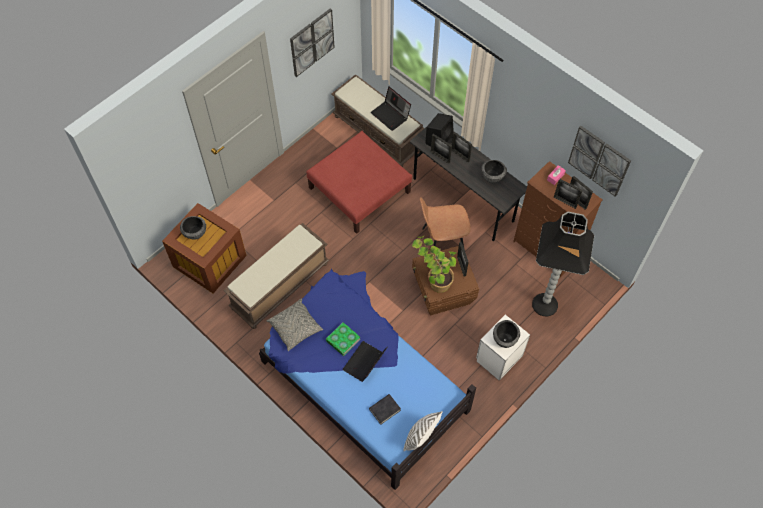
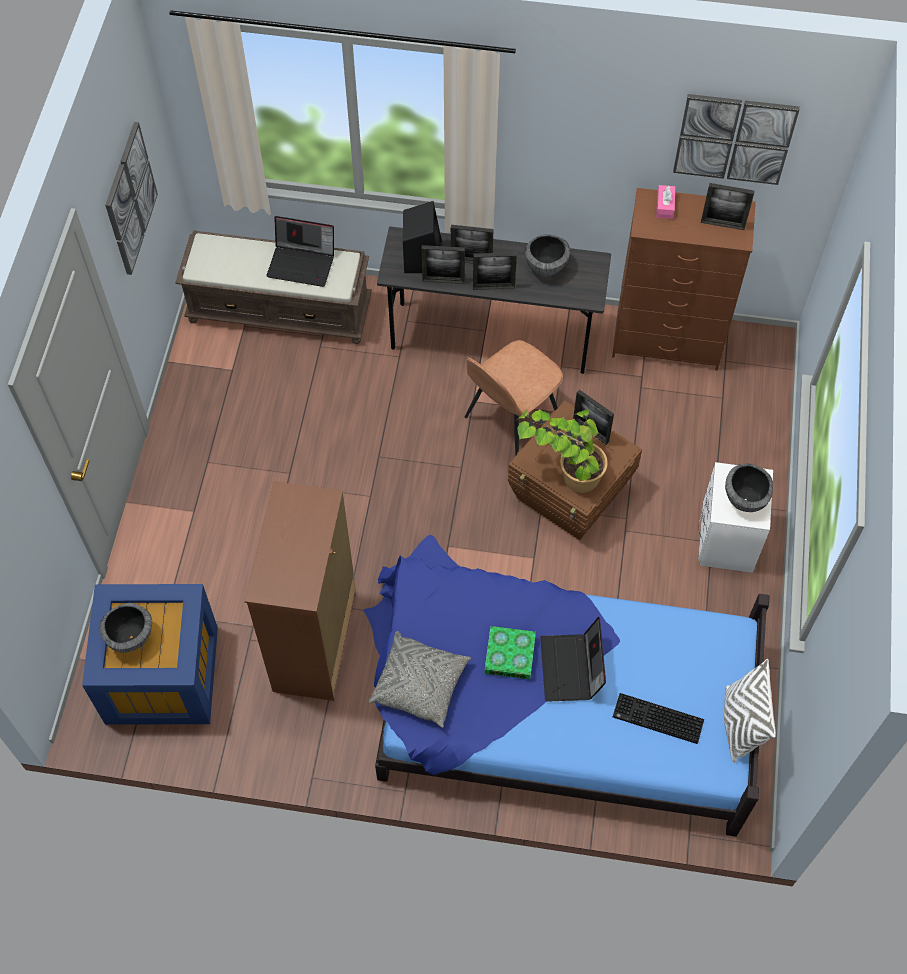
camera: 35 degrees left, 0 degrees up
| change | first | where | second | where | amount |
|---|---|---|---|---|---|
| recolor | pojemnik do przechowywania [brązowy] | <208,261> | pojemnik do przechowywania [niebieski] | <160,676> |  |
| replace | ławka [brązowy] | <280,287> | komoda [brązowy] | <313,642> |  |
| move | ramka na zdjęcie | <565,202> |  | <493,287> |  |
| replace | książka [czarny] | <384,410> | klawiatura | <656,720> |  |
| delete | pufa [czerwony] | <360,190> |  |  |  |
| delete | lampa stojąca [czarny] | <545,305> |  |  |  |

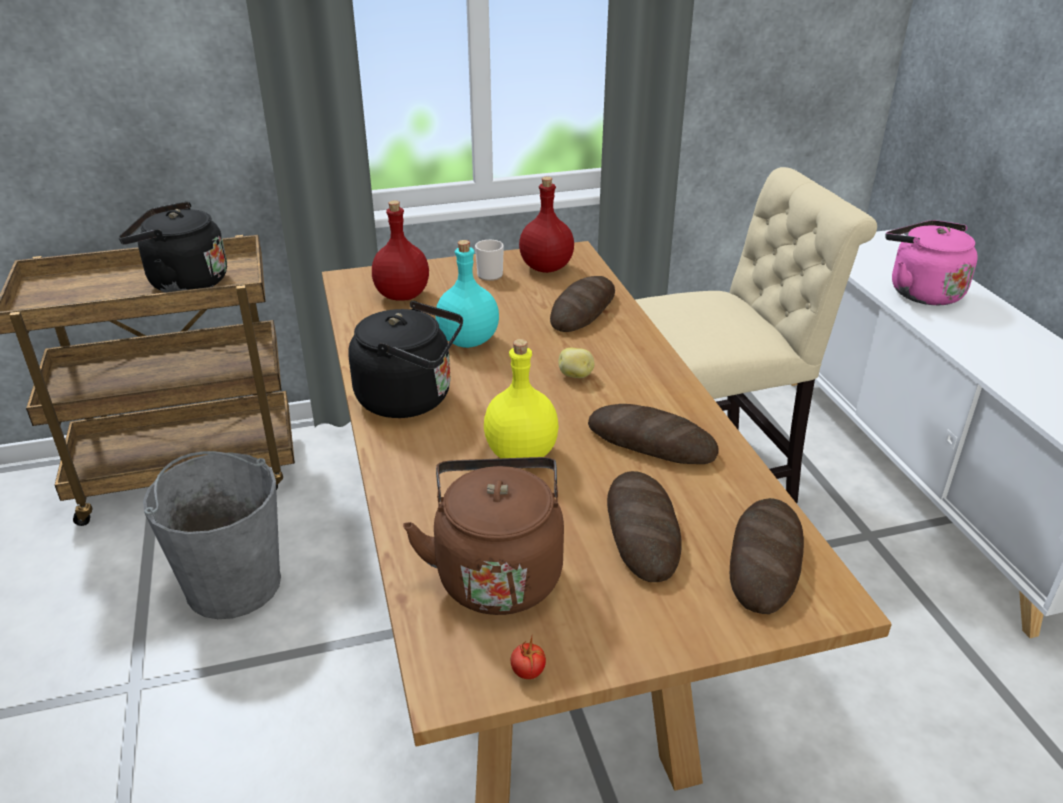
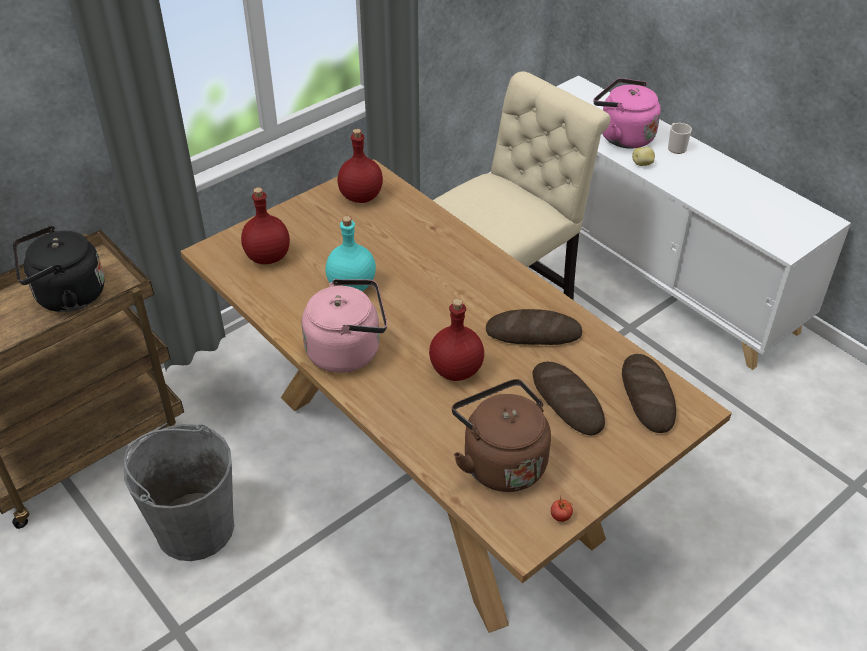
camera: 25 degrees left, 10 degrees up
| change | first | where | second | where | amount |
|---|---|---|---|---|---|
| recolor | czajnik [czarny] | <411,398> | czajnik [różowy] | <348,350> |  |
| recolor | butelka [żółty] | <521,452> | butelka [czerwony] | <456,369> |  |
| move | ziemniak | <576,375> |  | <642,164> |  |
| move | kubek | <490,273> |  | <675,147> |  |
| delete | chleb | <582,310> |  |  |  |

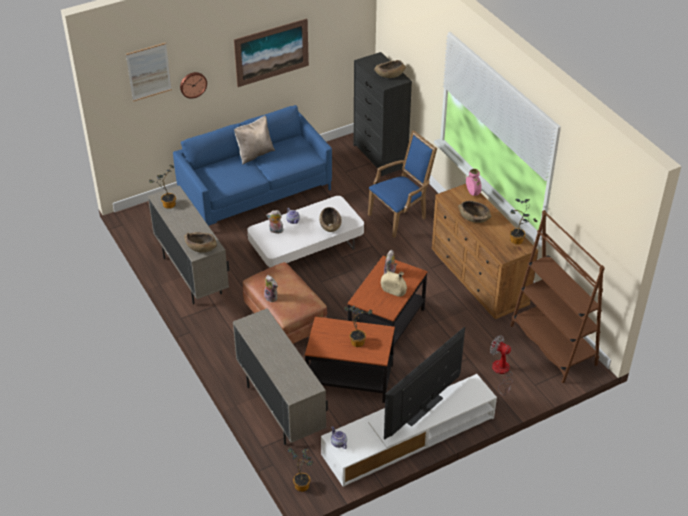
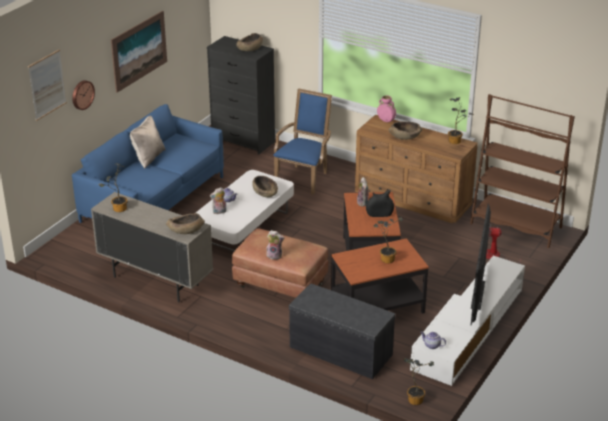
camera: 30 degrees left, 10 degrees down
| change | first | where | second | where | amount |
|---|---|---|---|---|---|
| replace | szafka [beżowy] | <280,408> | ławka [szary] | <339,351> |  |
| recolor | wazon [beżowy] | <393,291> | wazon [czarny] | <379,214> |  |

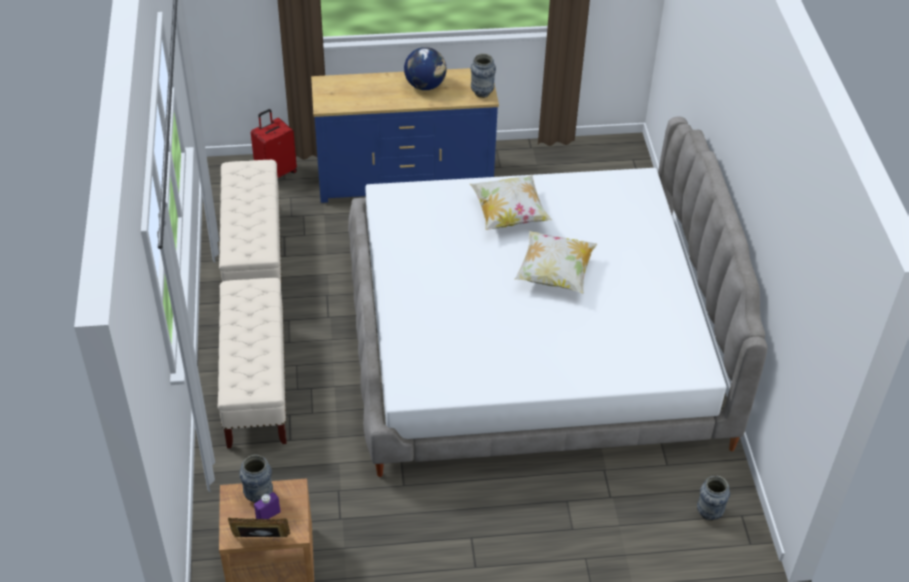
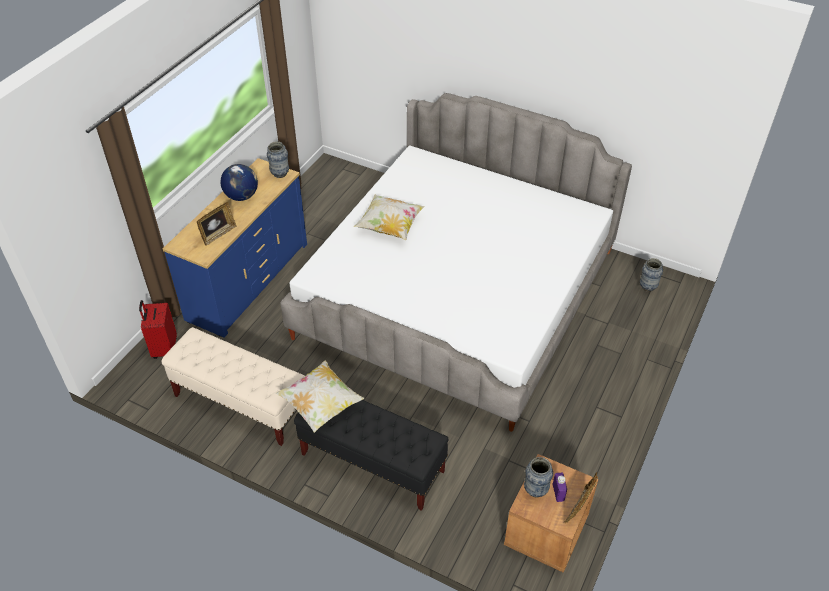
camera: 55 degrees left, 0 degrees up
| change | first | where | second | where | amount |
|---|---|---|---|---|---|
| insert |  |  | ramka na zdjęcie | <218,234> |  |
| move | poduszka | <554,274> |  | <321,405> |  |
| recolor | ławka [beżowy] | <256,384> | ławka [czarny] | <372,463> |  |

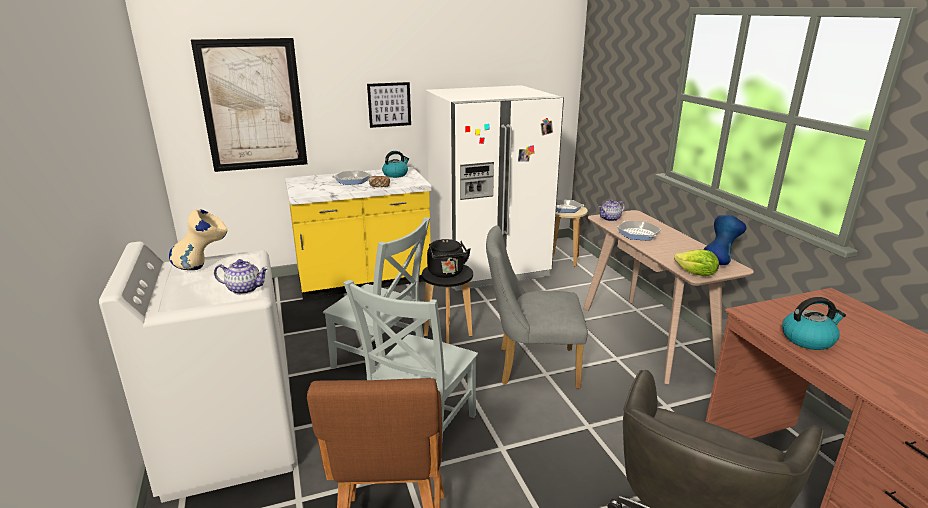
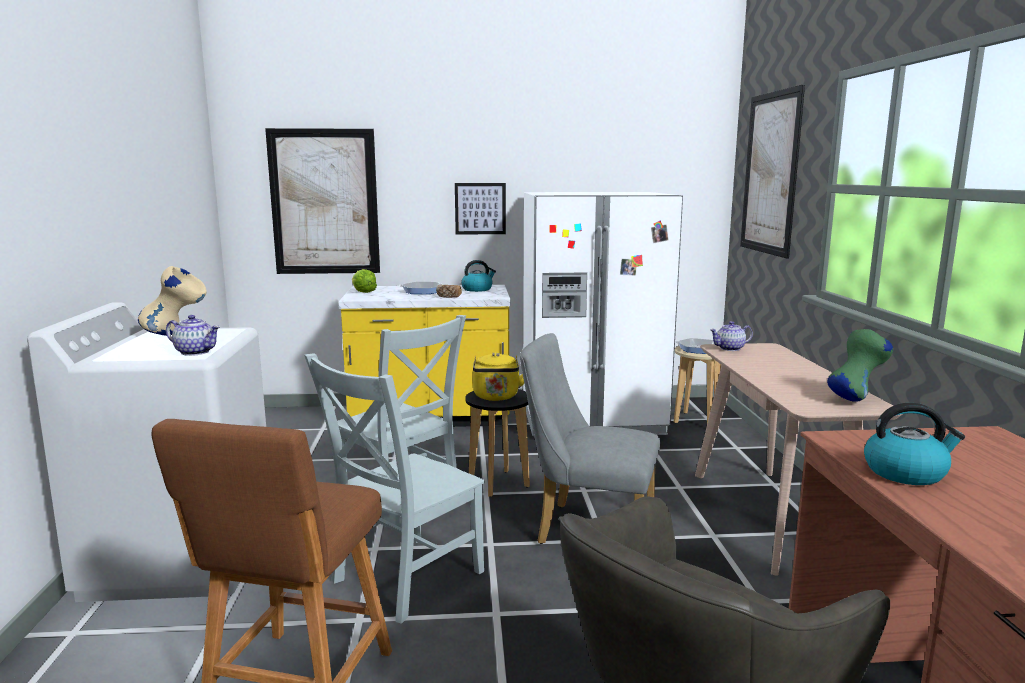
camera: 15 degrees right, 10 degrees down
| change | first | where | second | where | amount |
|---|---|---|---|---|---|
| move | sałata | <696,274> |  | <363,292> |  |
| recolor | czajnik [czarny] | <447,273> | czajnik [żółty] | <496,397> |  |
| insert |  |  | obraz | <770,173> |  |
| recolor | wazon [niebieski] | <719,262> | wazon [zielony] | <855,399> |  |
| delete | patelnia | <638,234> |  |  |  |

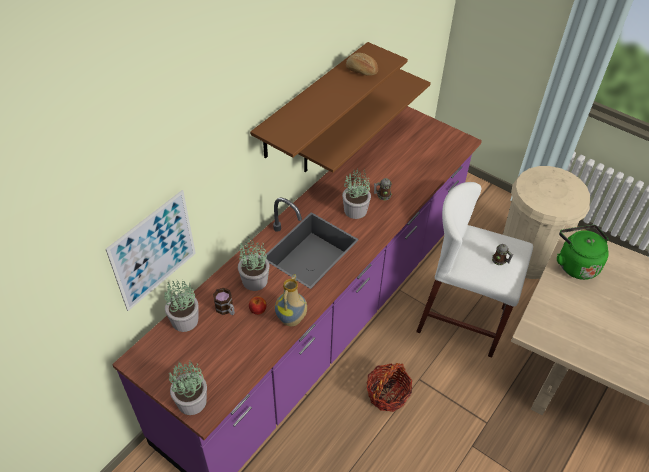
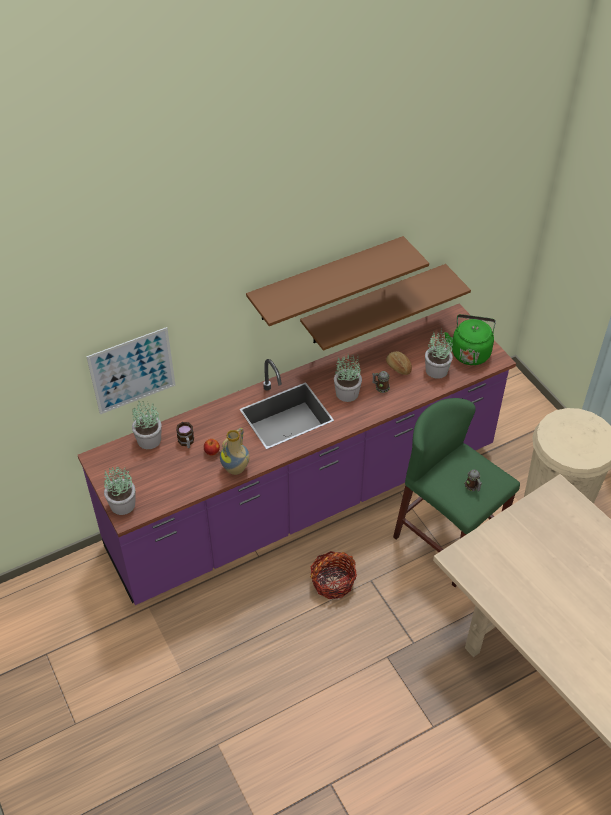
camera: 25 degrees right, 0 degrees up
| change | first | where | second | where | amount |
|---|---|---|---|---|---|
| move | chleb | <361,71> |  | <398,367> |  |
| recolor | stołek [biały] | <462,319> | stołek [zielony] | <446,541> |  |
| move | roślina doniczkowa | <254,280> |  | <436,370> |  |
| move | czajnik [zielony] | <575,264> |  | <470,352> |  |

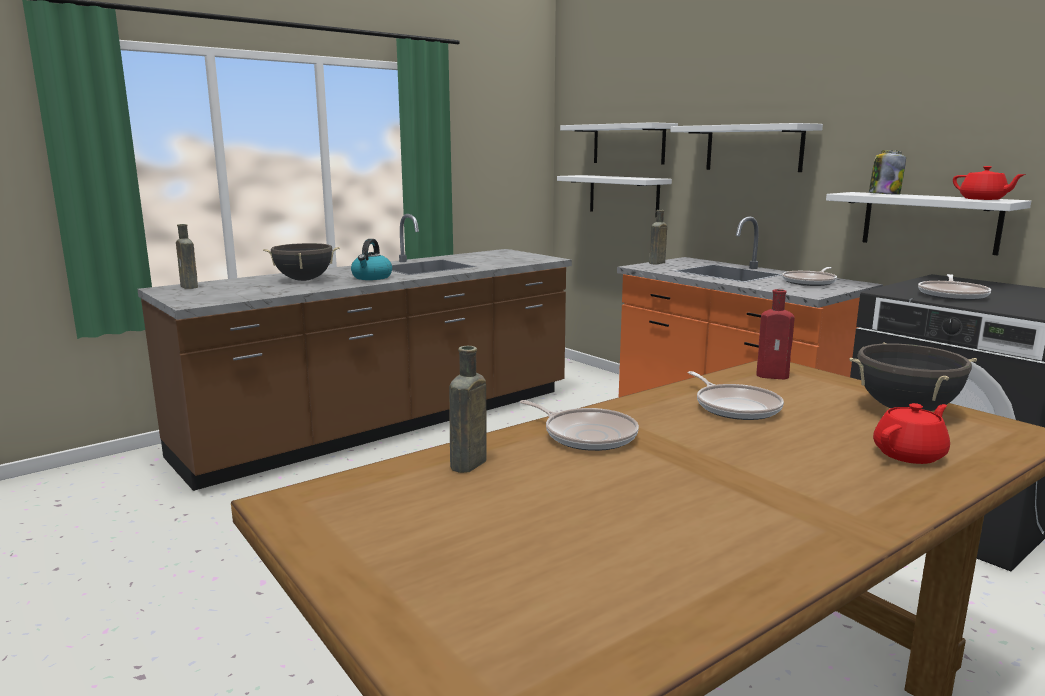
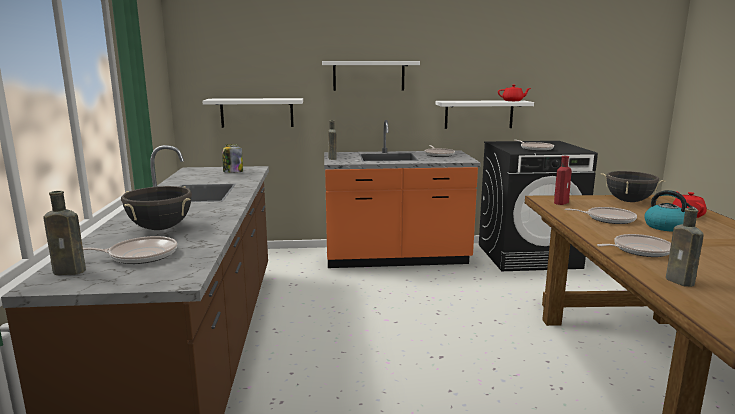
camera: 55 degrees left, 0 degrees up
| change | first | where | second | where | amount |
|---|---|---|---|---|---|
| insert |  |  | patelnia | <139,255> |  |
| move | słoik | <884,194> |  | <232,172> |  |
| move | czajnik | <372,277> |  | <666,227> |  |
| delete | półka [biały] | <628,144> |  |  |  |

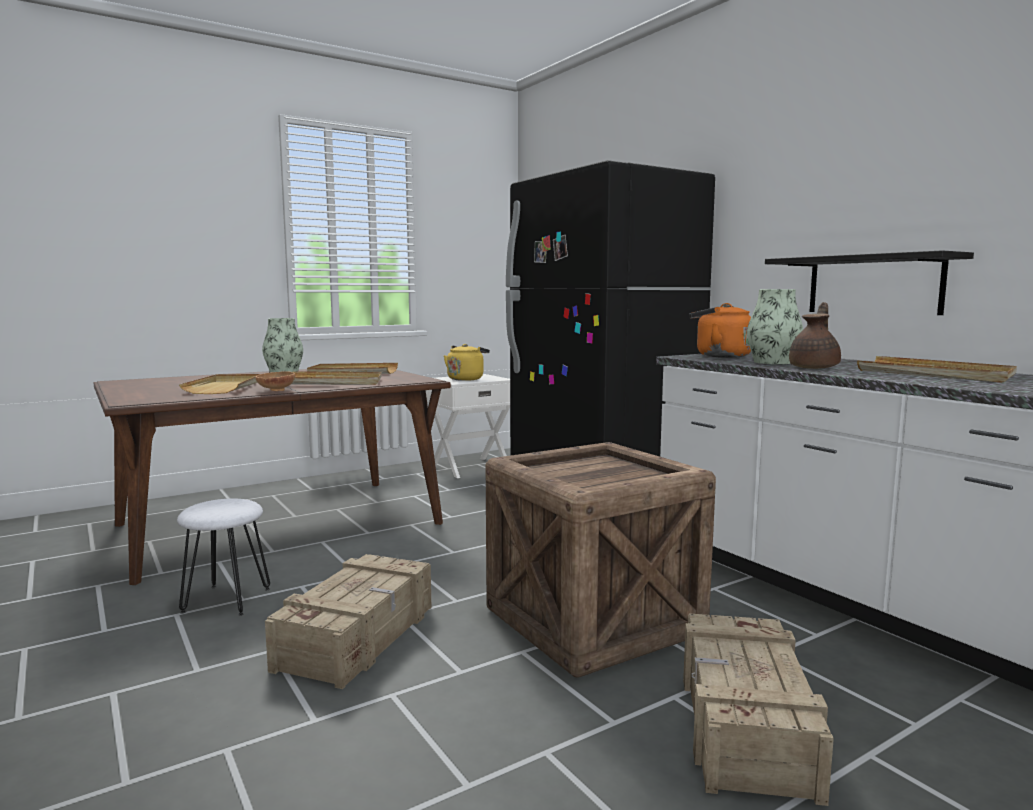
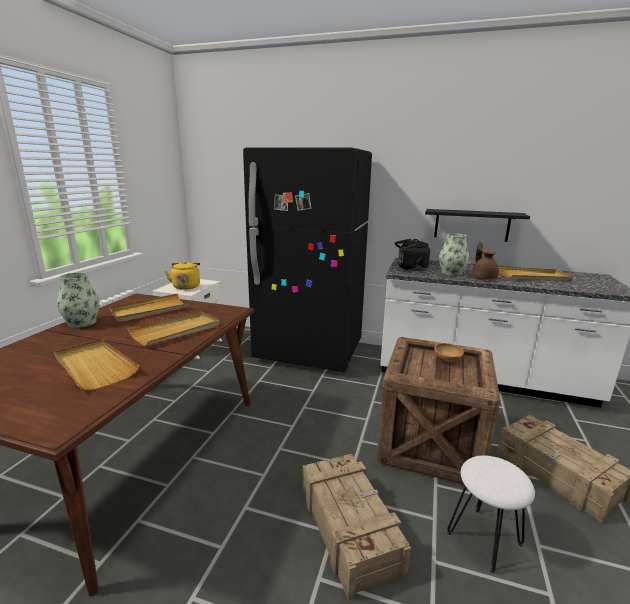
camera: 40 degrees left, 10 degrees up
| change | first | where | second | where | amount |
|---|---|---|---|---|---|
| recolor | czajnik [pomarańczowy] | <719,356> | czajnik [czarny] | <410,268> |  |
| move | miska [brązowy] | <275,390> |  | <447,360> |  |
| move | stołek [biały] | <226,600> |  | <485,539> |  |

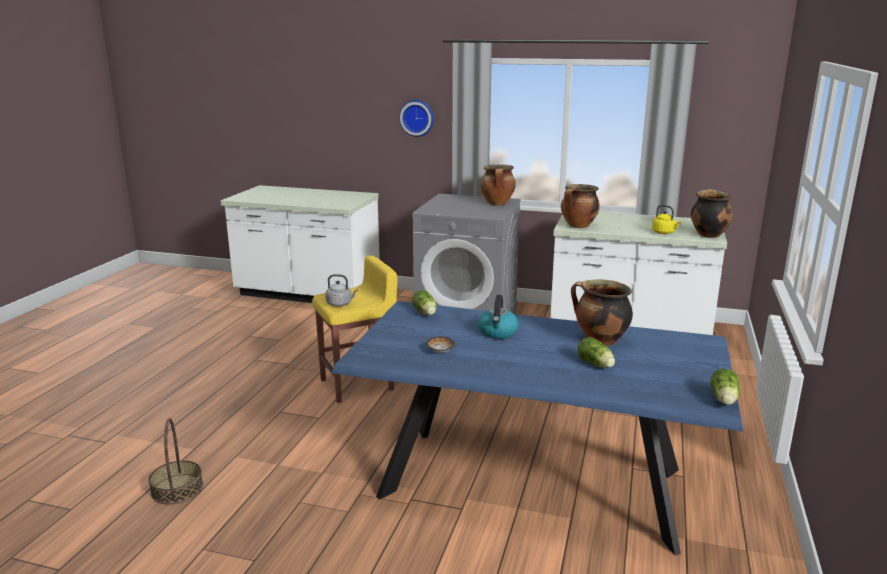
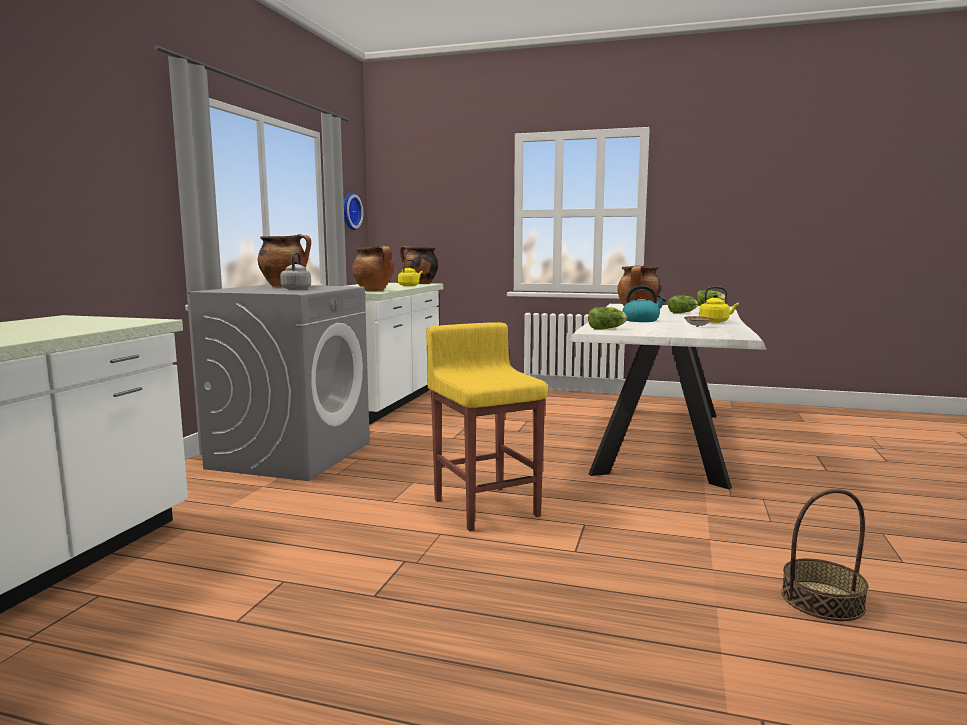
camera: 90 degrees left, 10 degrees down
| change | first | where | second | where | amount |
|---|---|---|---|---|---|
| move | czajnik [szary] | <340,304> |  | <297,289> |  |
| move | zegar ścienny | <417,118> |  | <349,211> |  |
| recolor | stół jadalny [niebieski] | <532,482> | stół jadalny [biały] | <661,441> |  |
| insert |  |  | czajnik [żółty] | <715,322> |  |

